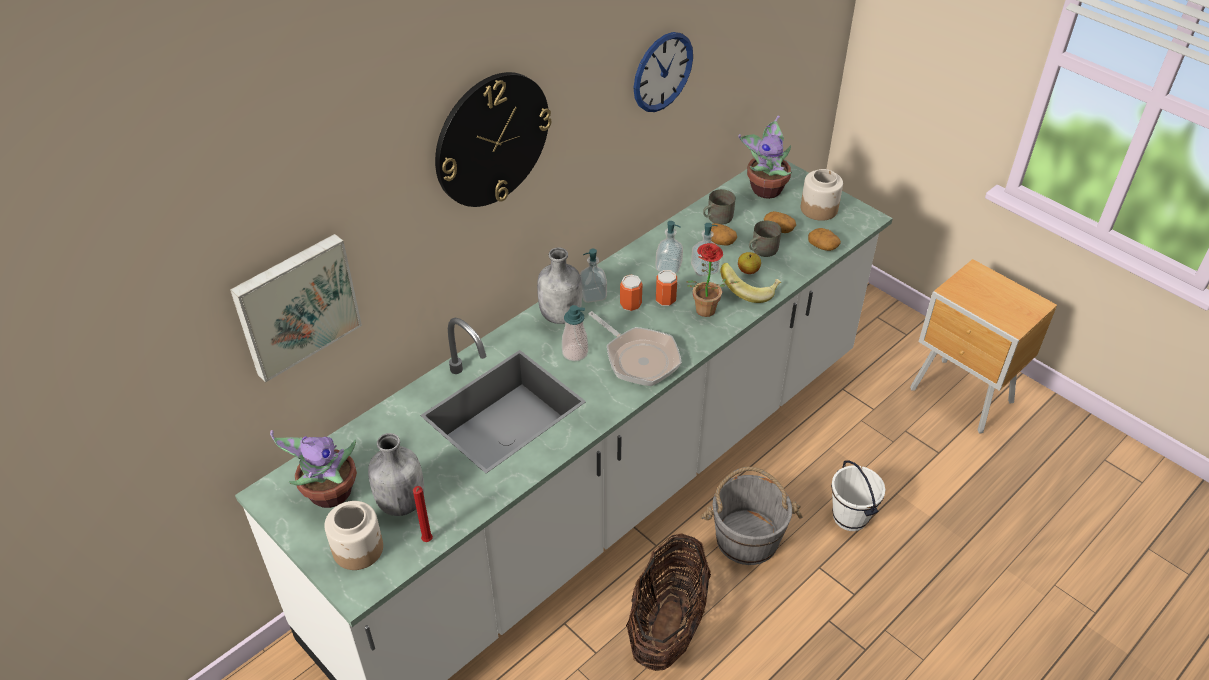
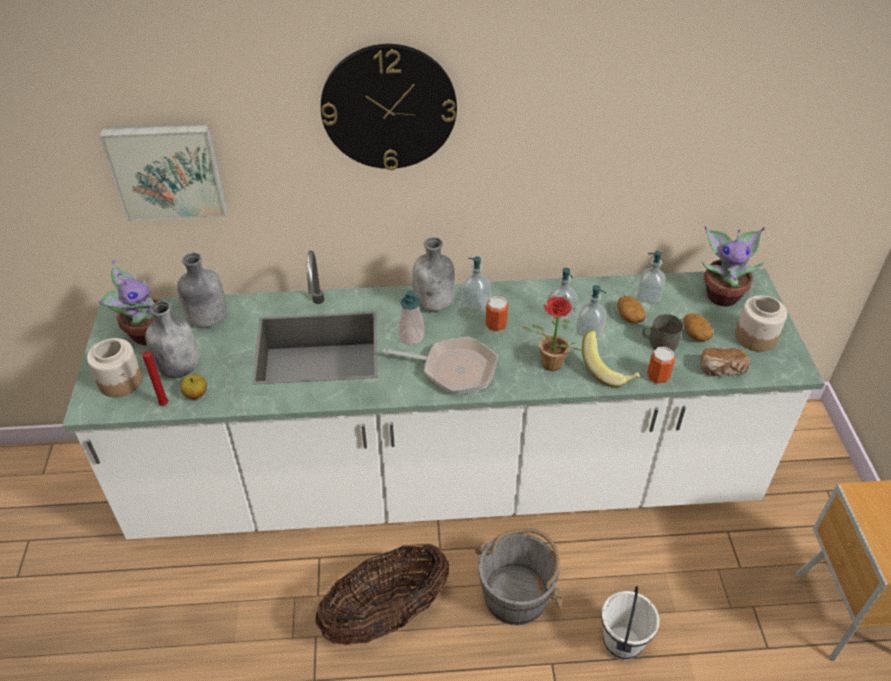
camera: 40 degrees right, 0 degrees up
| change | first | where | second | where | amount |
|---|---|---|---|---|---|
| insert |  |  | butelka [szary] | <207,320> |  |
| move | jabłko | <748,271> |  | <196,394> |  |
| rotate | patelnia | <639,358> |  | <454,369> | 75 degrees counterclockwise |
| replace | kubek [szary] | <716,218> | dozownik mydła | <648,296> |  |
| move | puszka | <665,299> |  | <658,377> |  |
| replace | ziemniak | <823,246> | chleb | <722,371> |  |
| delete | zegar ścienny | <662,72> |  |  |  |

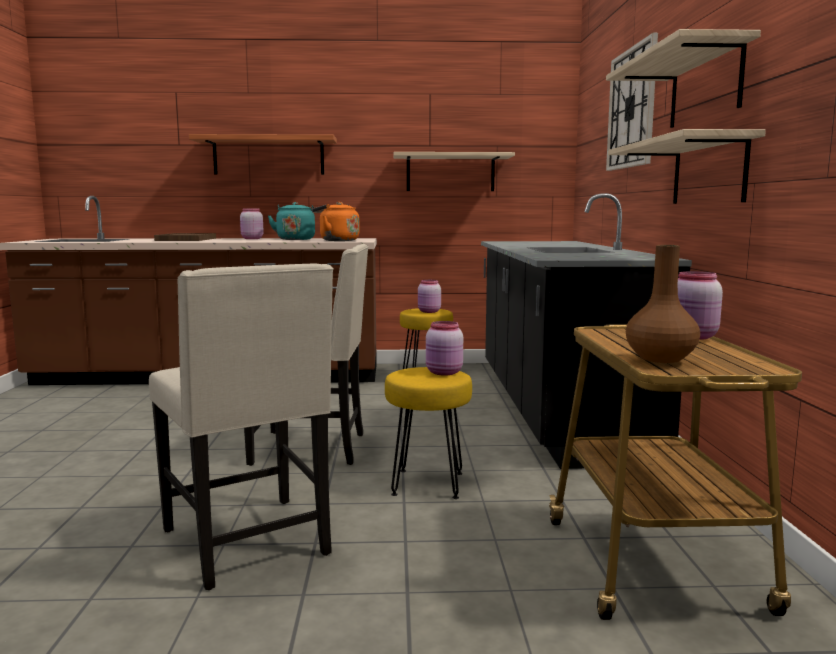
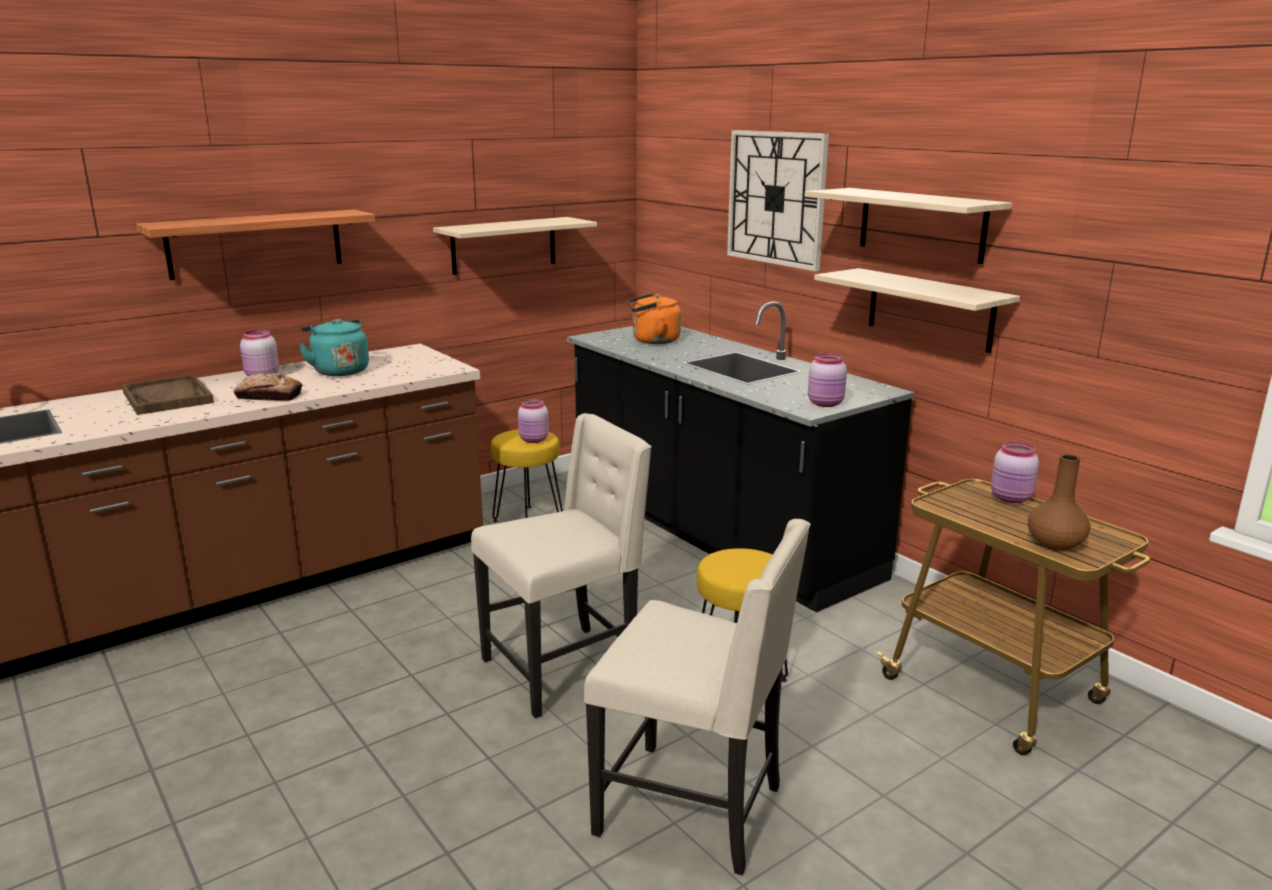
camera: 35 degrees left, 10 degrees up
| change | first | where | second | where | amount |
|---|---|---|---|---|---|
| insert |  |  | chleb | <269,396> |  |
| move | czajnik [pomarańczowy] | <337,240> |  | <652,341> |  |
| move | słoik [różowy] | <444,373> |  | <826,404> |  |

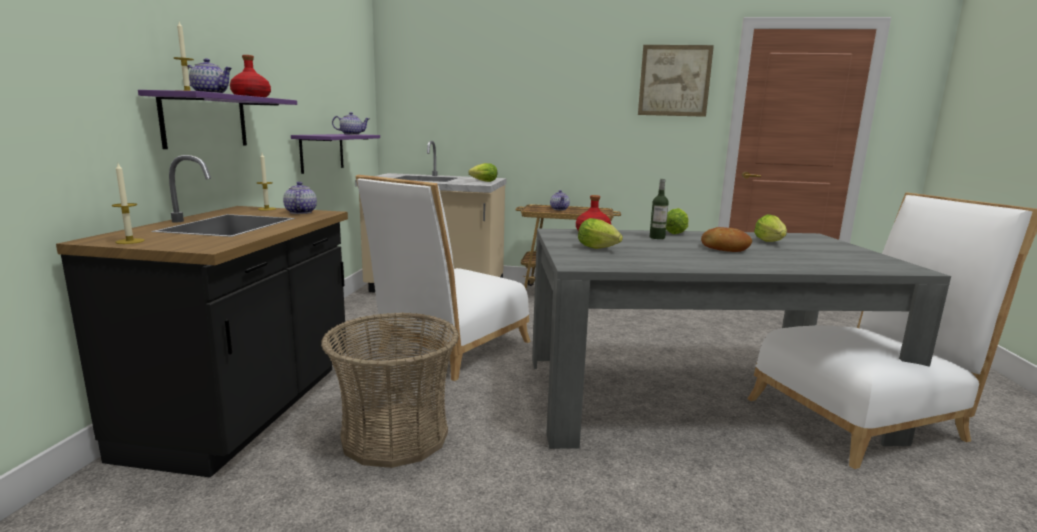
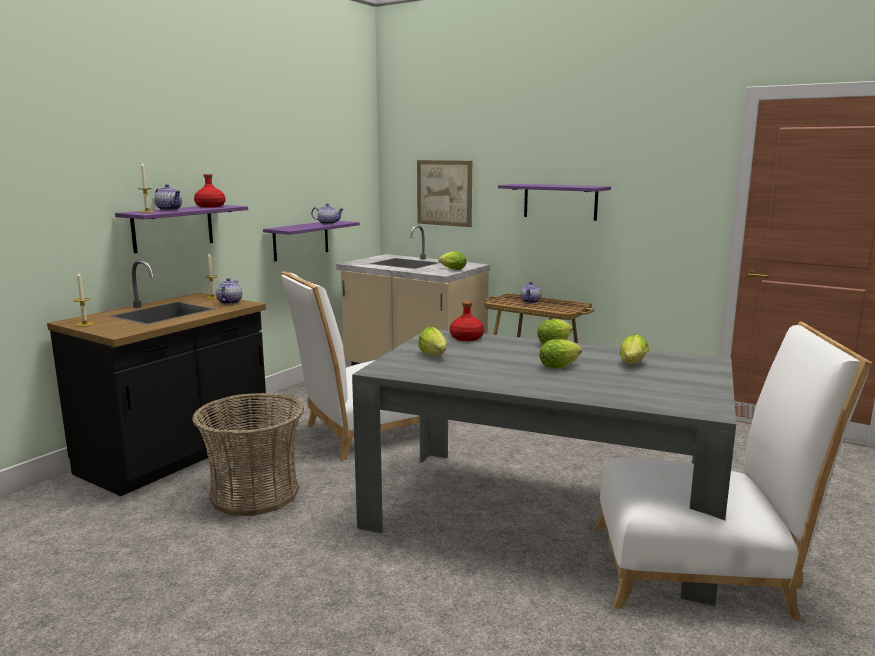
camera: 25 degrees right, 0 degrees up
| change | first | where | second | where | amount |
|---|---|---|---|---|---|
| move | obraz | <674,81> |  | <444,193> |  |
| insert |  |  | półka [fioletowy] | <560,201> |  |
| replace | chleb | <724,248> | sałata | <561,366> |  |
| delete | butelka | <657,237> |  |  |  |

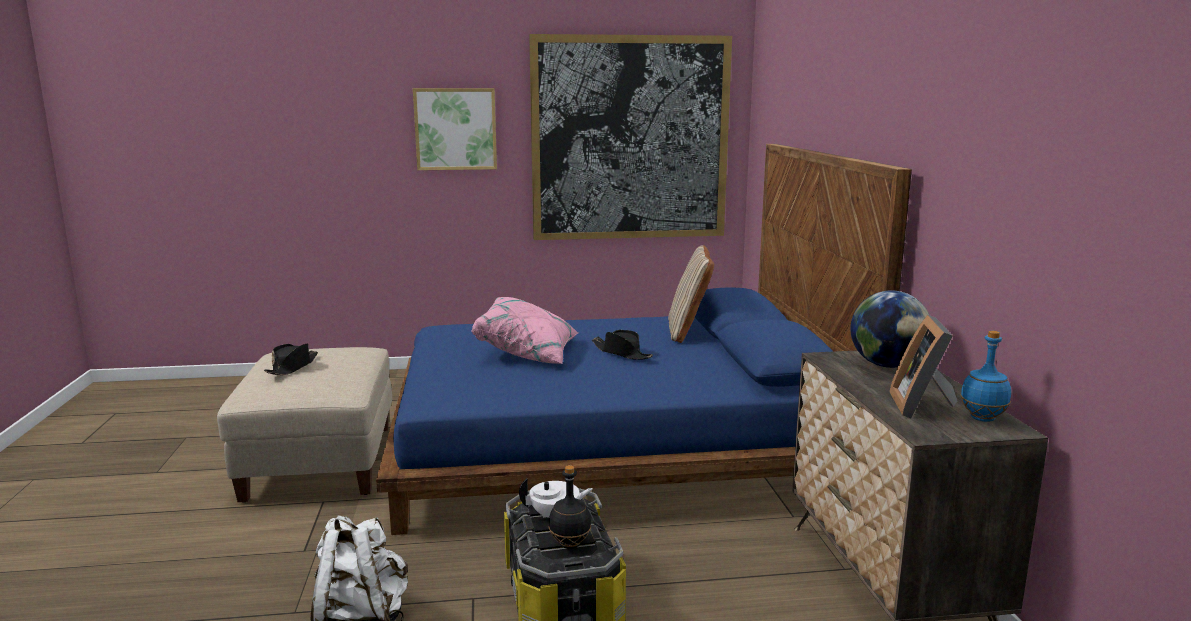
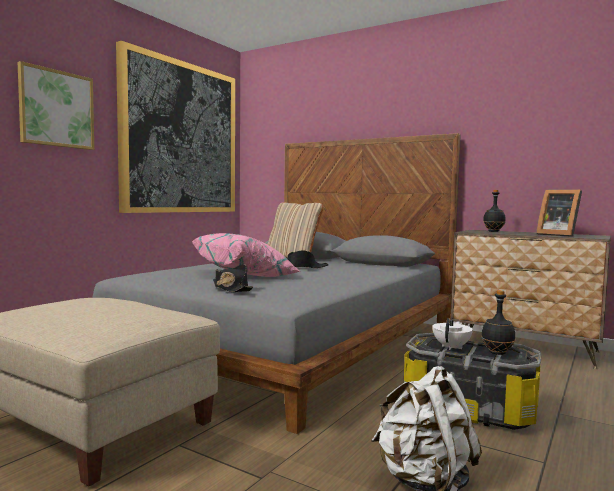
camera: 50 degrees left, 10 degrees down
| change | first | where | second | where | amount |
|---|---|---|---|---|---|
| recolor | łóżko [niebieski] | <612,446> | łóżko [szary] | <291,344> |  |
| move | kapelusz [czarny] | <292,367> |  | <231,289> |  |
| replace | globus | <887,365> | butelka [czarny] | <493,231> |  |
| delete | butelka [niebieski] | <981,418> |  |  |  |

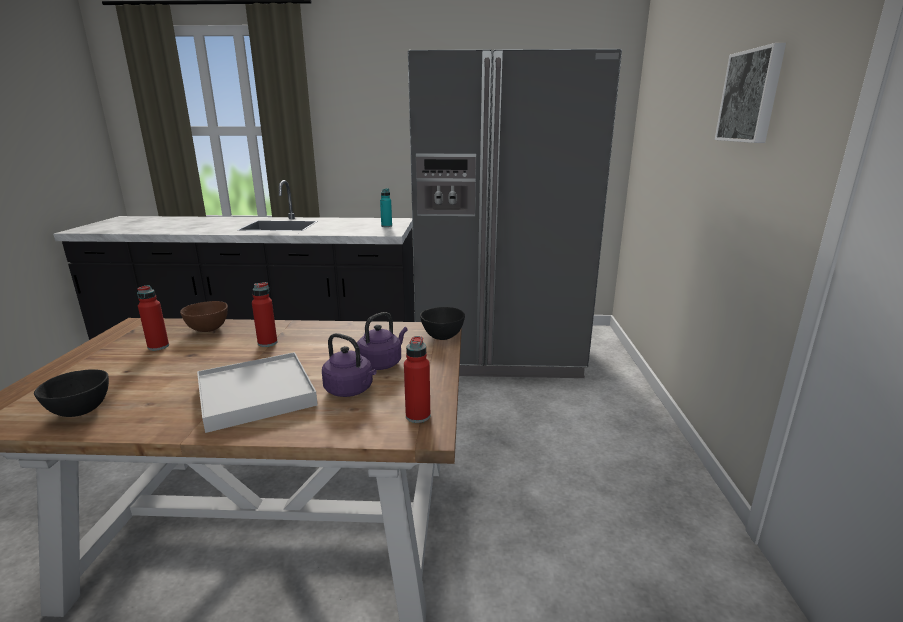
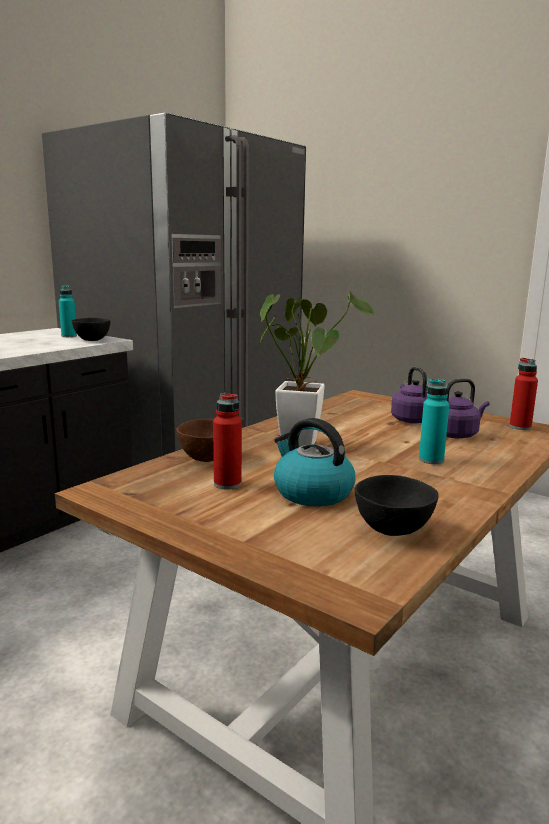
camera: 55 degrees left, 5 degrees down
| change | first | where | second | where | amount |
|---|---|---|---|---|---|
| move | miska [czarny] | <443,336> |  | <92,340> |  |
| replace | butelka [czerwony] | <267,343> | roślina doniczkowa | <301,442> |  |
| insert |  |  | czajnik | <311,493> |  |
| replace | taca [biały] | <256,394> | butelka [turkusowy] | <431,460> |  |
| delete | obraz | <751,96> |  |  |  |

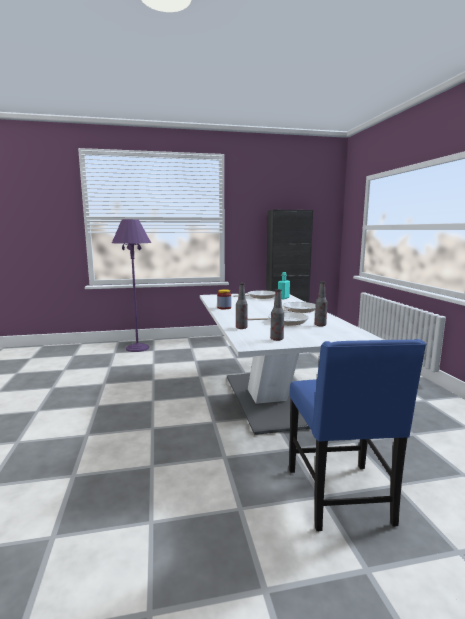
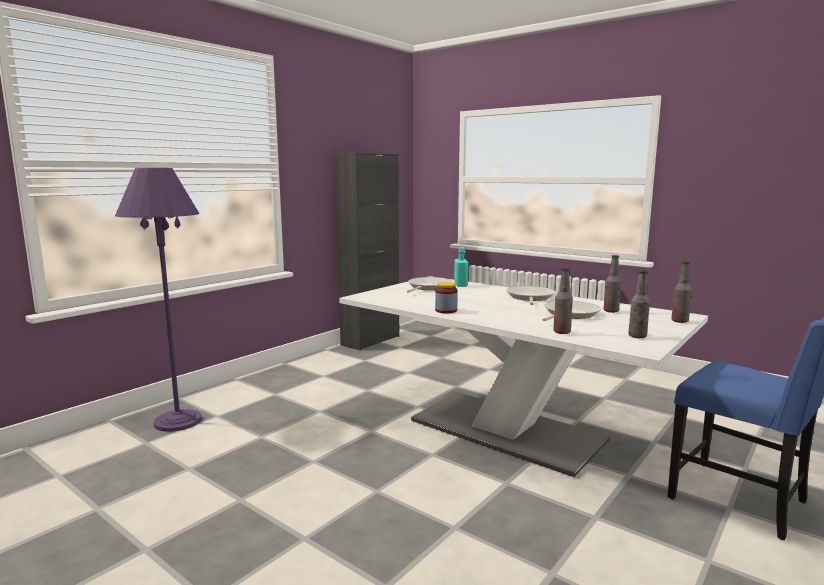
camera: 40 degrees left, 0 degrees up
| change | first | where | second | where | amount |
|---|---|---|---|---|---|
| insert |  |  | butelka | <679,321> |  |

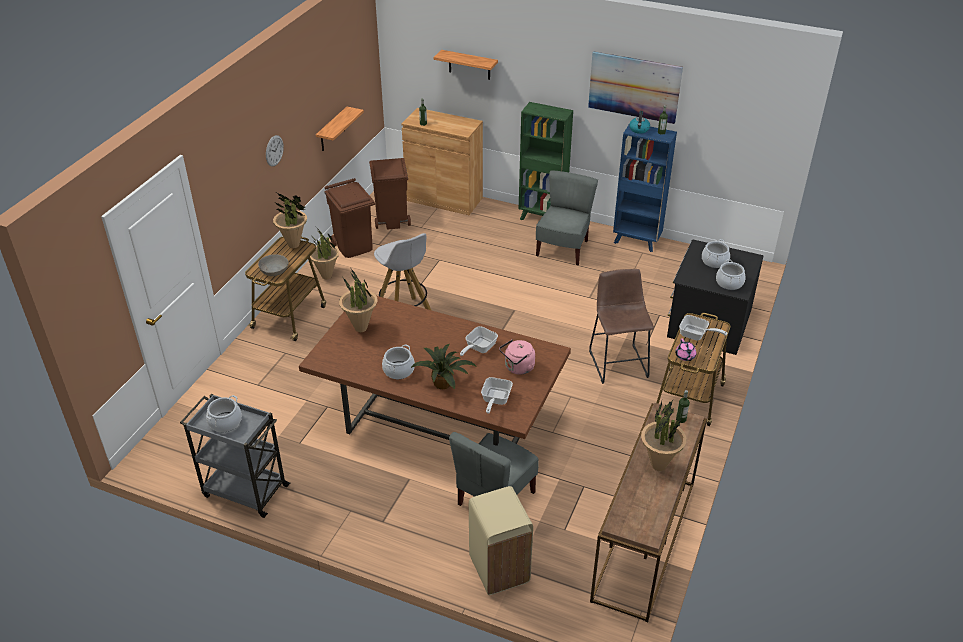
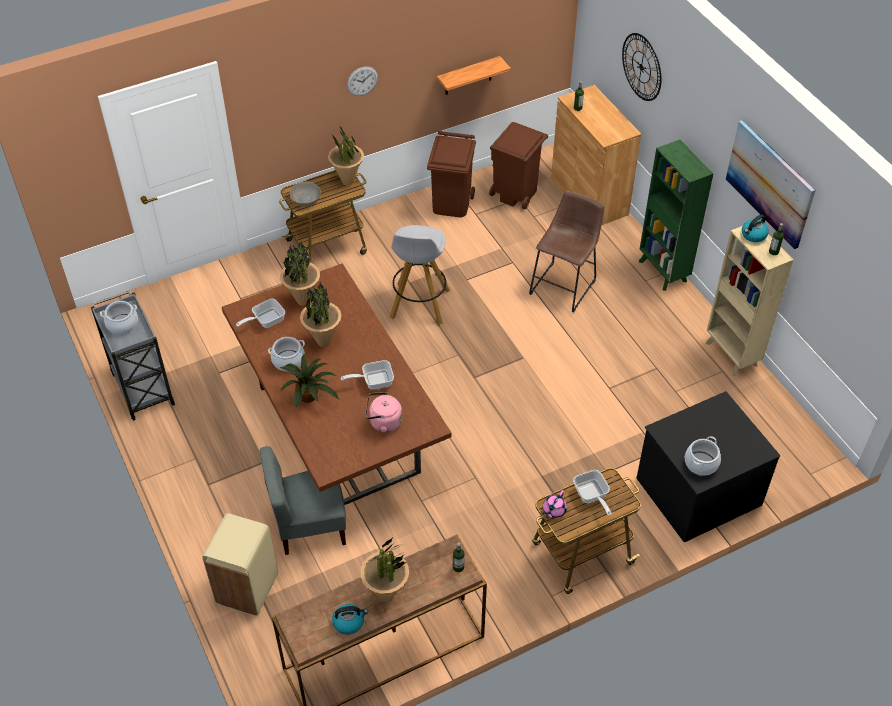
camera: 40 degrees right, 10 degrees up
| change | first | where | second | where | amount |
|---|---|---|---|---|---|
| move | patelnia | <495,400> |  | <265,321> |  |
| move | roślina doniczkowa | <327,276> |  | <323,342> |  |
| insert |  |  | czajnik | <349,622> |  |
| move | stołek [brązowy] | <617,361> |  | <565,285> |  |
| replace | półka | <469,65> | zegar ścienny | <641,67> |  |
| recolor | regał [niebieski] | <637,241> | regał [beżowy] | <731,355> |  |
| delete | krzesło [szary] | <563,249> |  |  |  |
| delete | garnek | <714,261> |  |  |  |

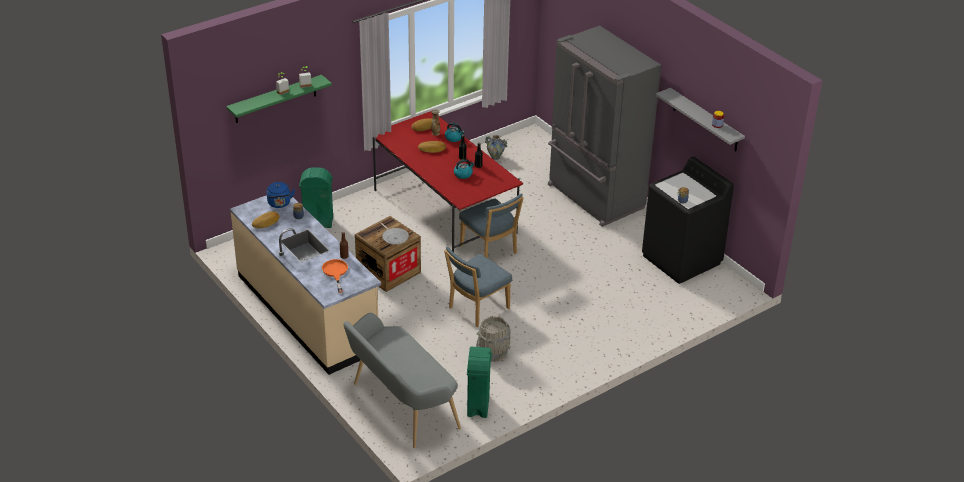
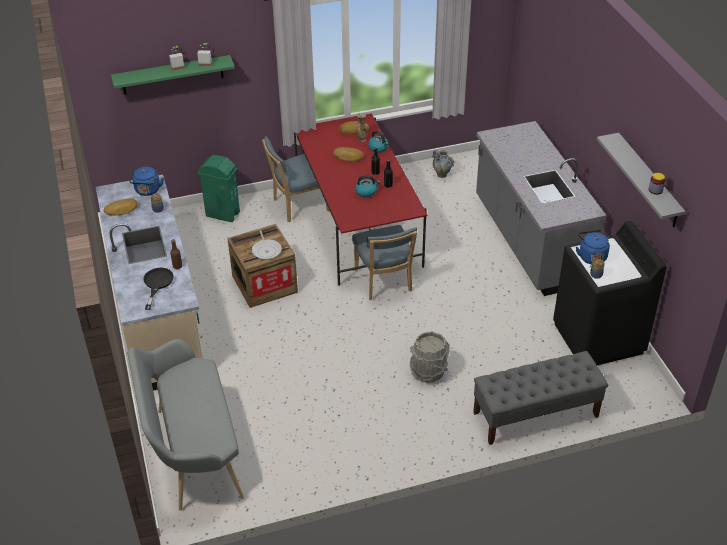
camera: 20 degrees right, 5 degrees up
| change | first | where | second | where | amount |
|---|---|---|---|---|---|
| recolor | patelnia [pomarańczowy] | <335,272> | patelnia [czarny] | <157,284> |  |
| move | krzesło [niebieski] | <476,309> |  | <298,206> |  |
| move | wiadro [szary] | <493,353> |  | <428,371> |  |
| insert |  |  | ławka [szary] | <535,415> |  |
| replace | lodówka [szary] | <594,197> | zabudowa kuchenna [szary] | <529,241> |  |
| insert |  |  | czajnik [niebieski] | <591,256> |  |
| delete | kosz na śmieci [zielony] | <478,406> |  |  |  |

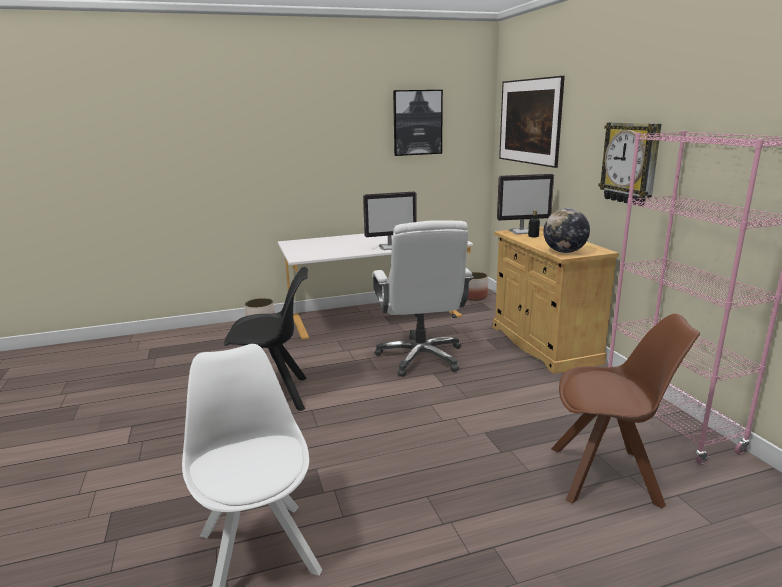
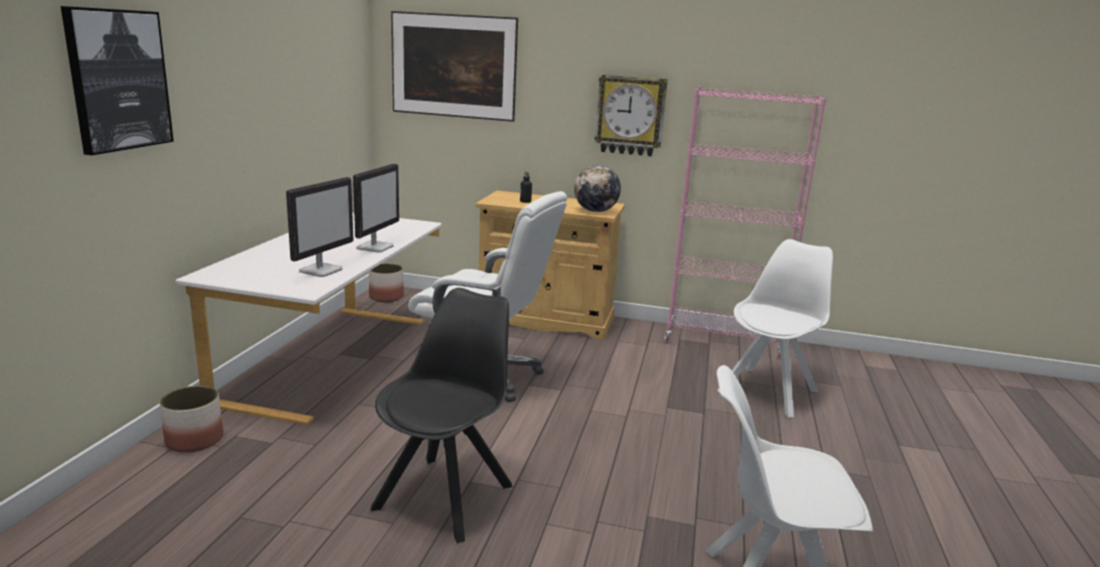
camera: 60 degrees left, 0 degrees up
| change | first | where | second | where | amount |
|---|---|---|---|---|---|
| move | obraz | <417,122> |  | <118,80> |  |
| move | monitor | <522,232> |  | <321,270> |  |
| recolor | krzesło [brązowy] | <607,476> | krzesło [biały] | <769,390> |  |

